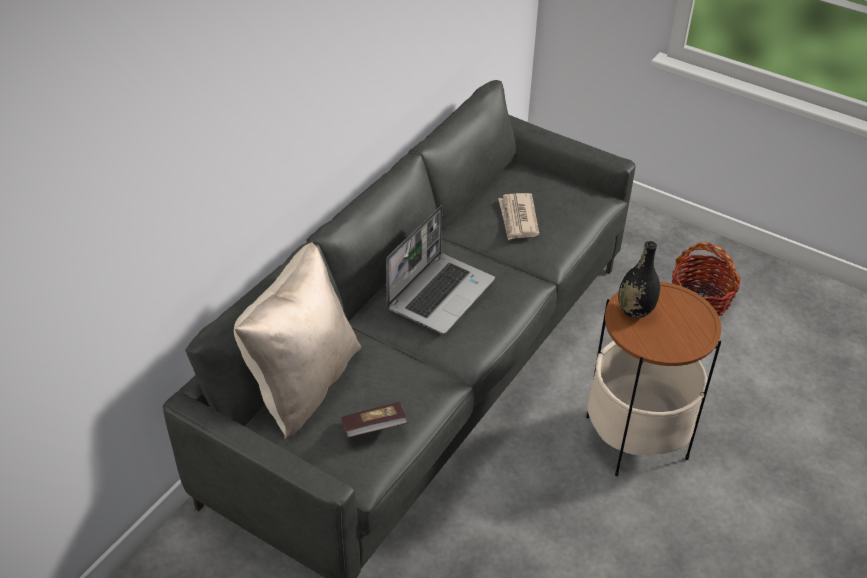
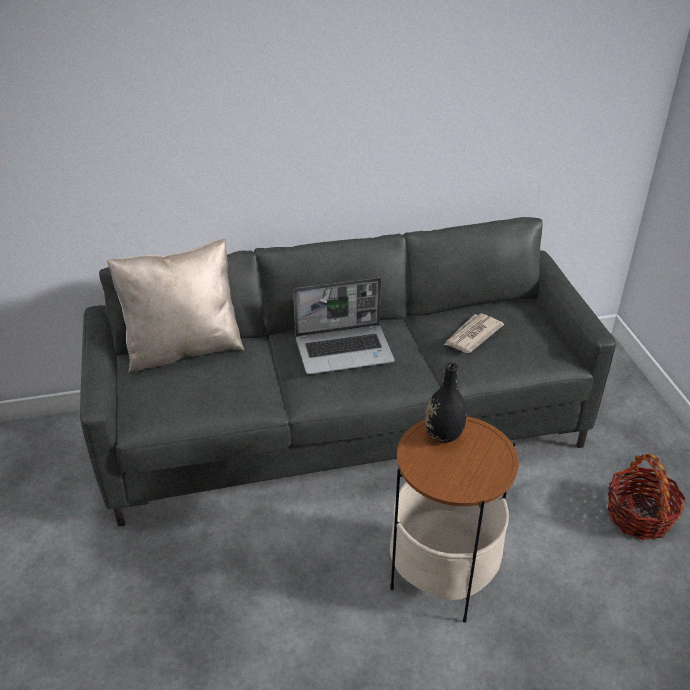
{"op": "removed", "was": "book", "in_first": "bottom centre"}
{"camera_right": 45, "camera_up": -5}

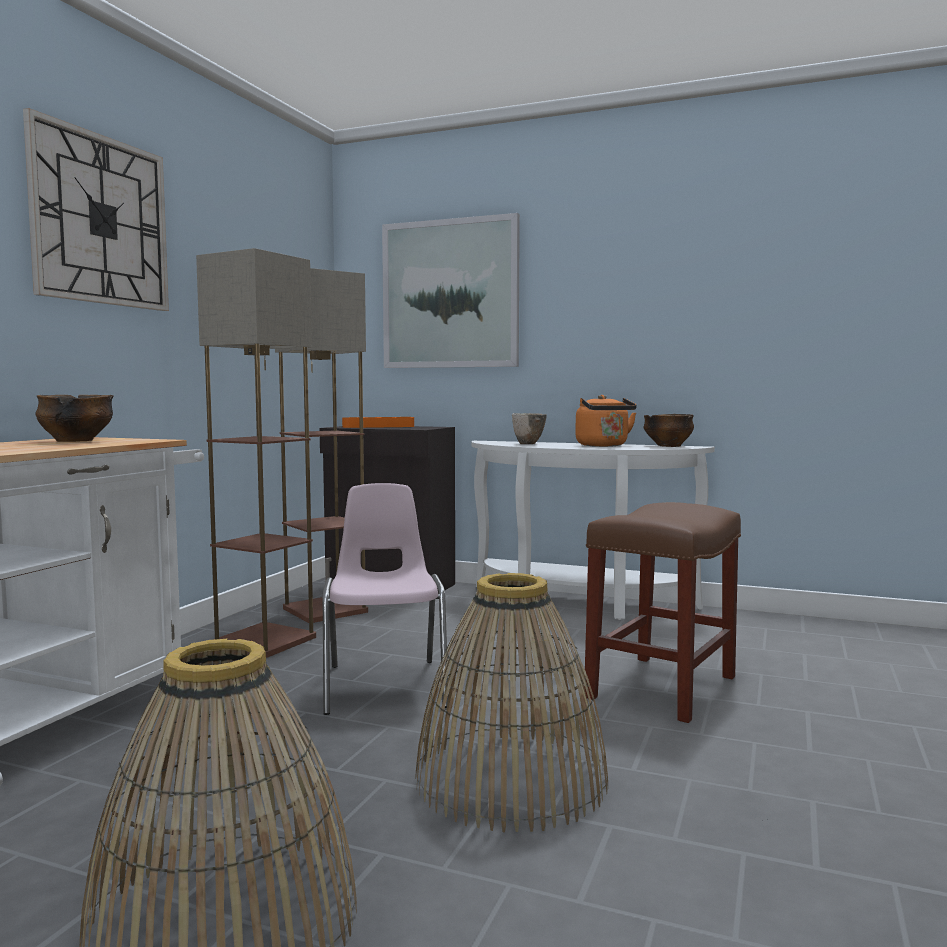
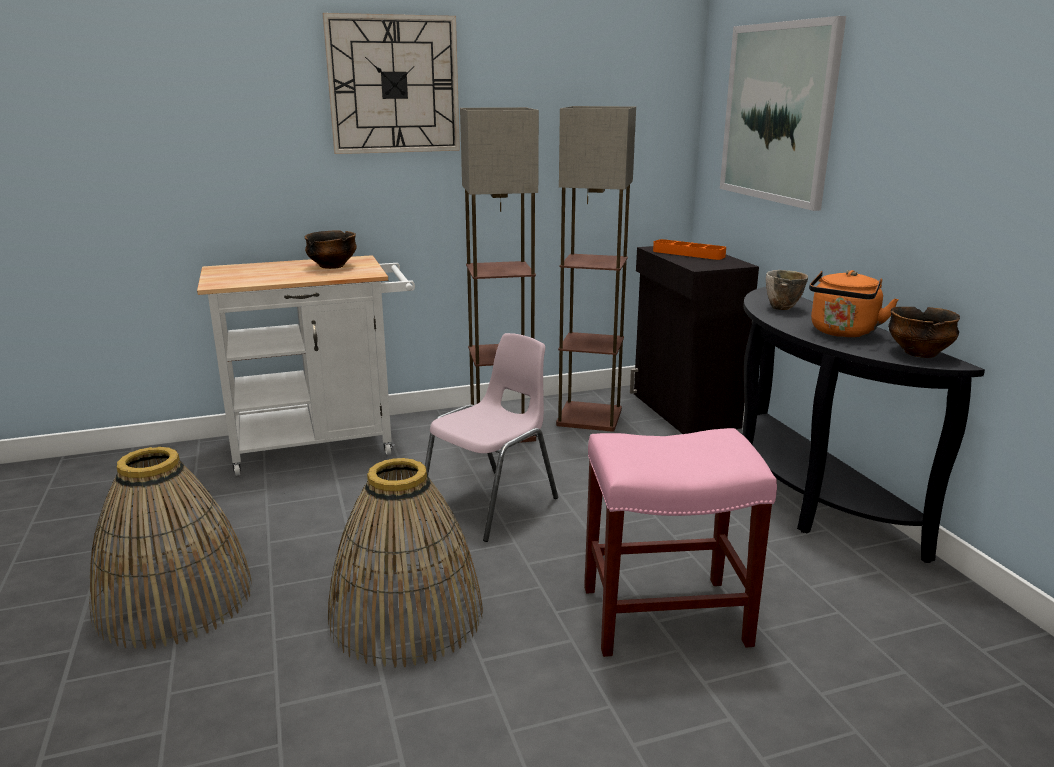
{"op": "recoloured", "was": "white console table", "now": "blackish console table", "in_first": "centre", "in_second": "middle right"}
{"op": "recoloured", "was": "brown stool seat", "now": "pink stool seat", "in_first": "middle right", "in_second": "bottom centre"}
{"camera_right": 50, "camera_up": 15}

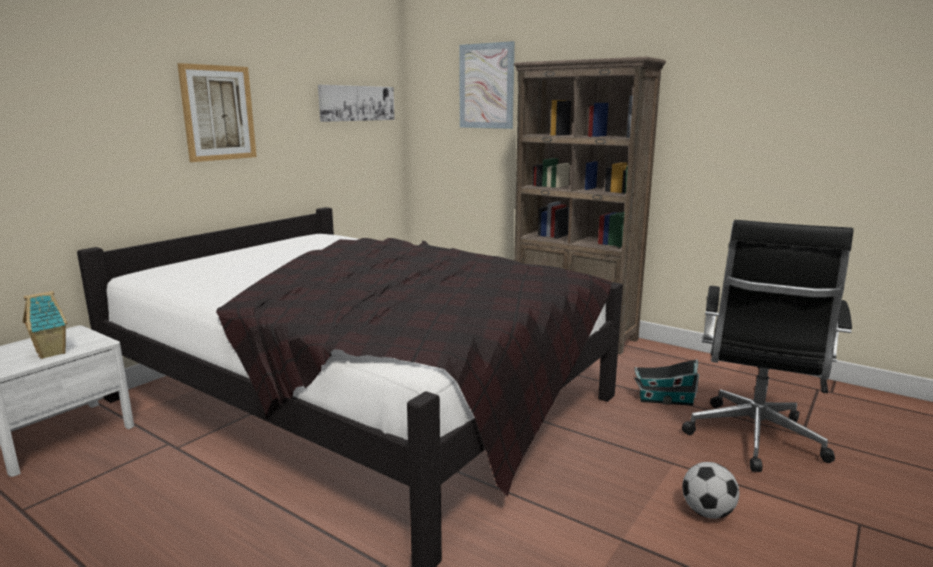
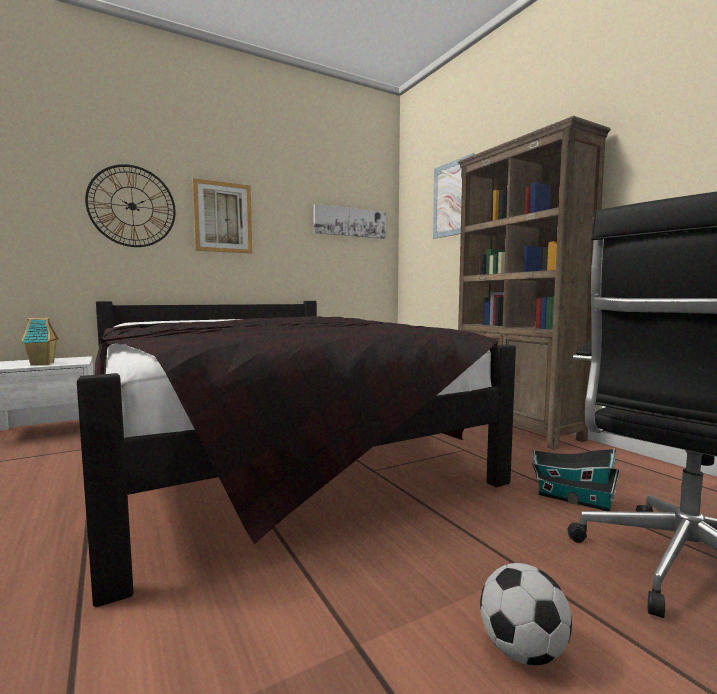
{"op": "added", "now": "clock on the wall", "in_second": "top left"}
{"camera_right": 25, "camera_up": -10}

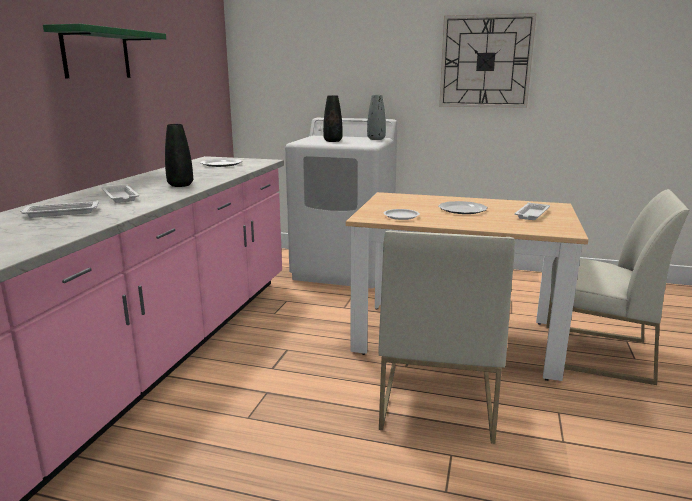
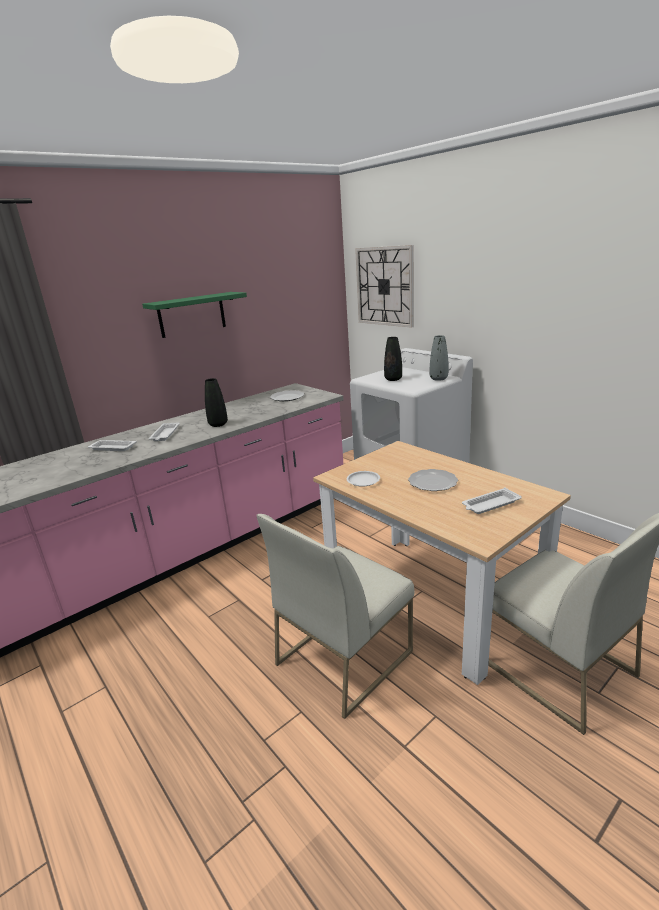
{"op": "moved", "was": "clock on the wall", "in_first": "top right", "in_second": "top centre"}
{"camera_right": 35, "camera_up": 5}

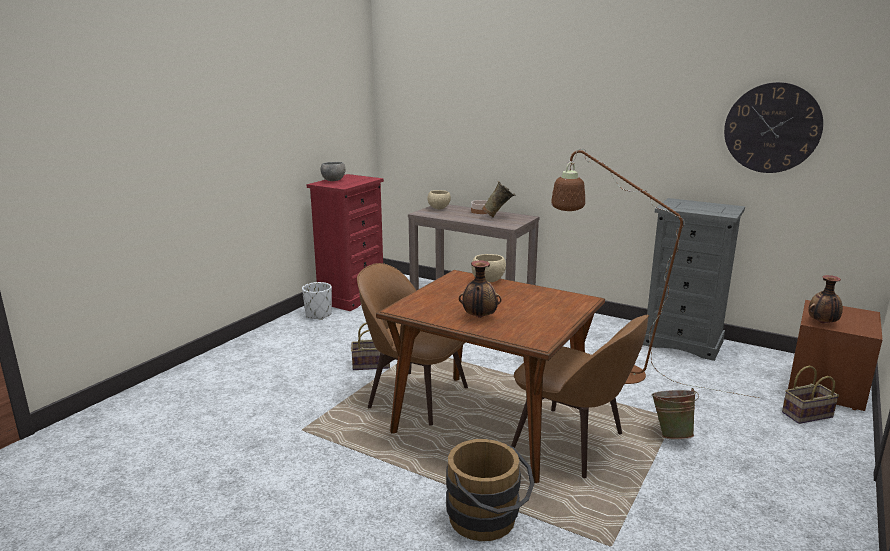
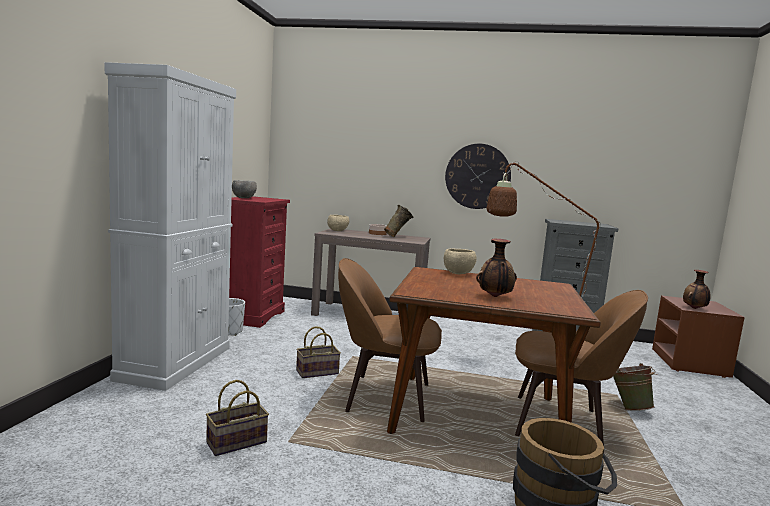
{"op": "moved", "was": "clock on the wall", "in_first": "top right", "in_second": "centre"}
{"op": "moved", "was": "storage basket (2nd from left in the first image)", "now": "storage basket (1st from left)", "in_first": "bottom right", "in_second": "bottom left"}
{"op": "added", "now": "white storage cabinet", "in_second": "middle left"}
{"camera_right": -20, "camera_up": -10}

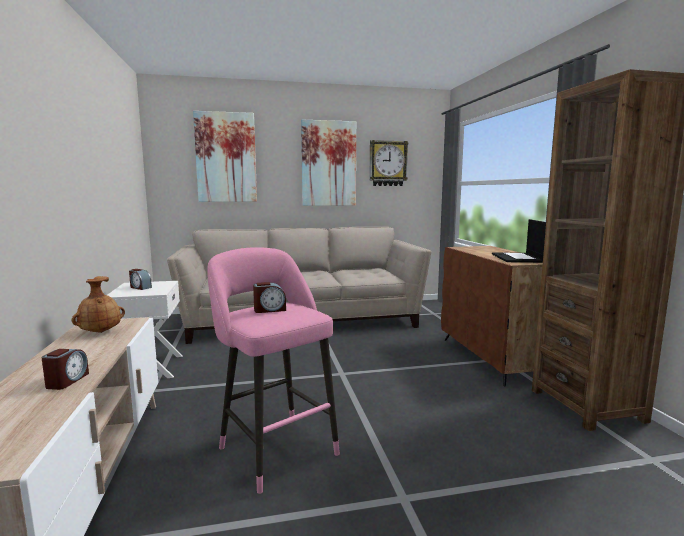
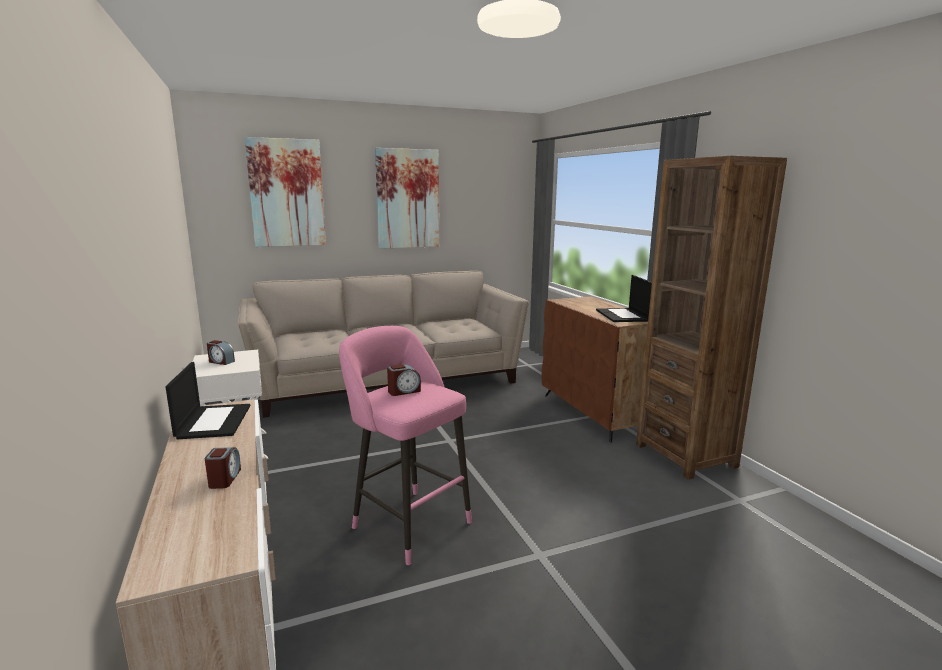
{"op": "removed", "was": "clock on the wall", "in_first": "top centre"}
{"op": "replaced", "was": "brown decorative vase", "now": "portable computer (1st from left)", "in_first": "middle left", "in_second": "middle left"}
{"camera_right": -10, "camera_up": 5}

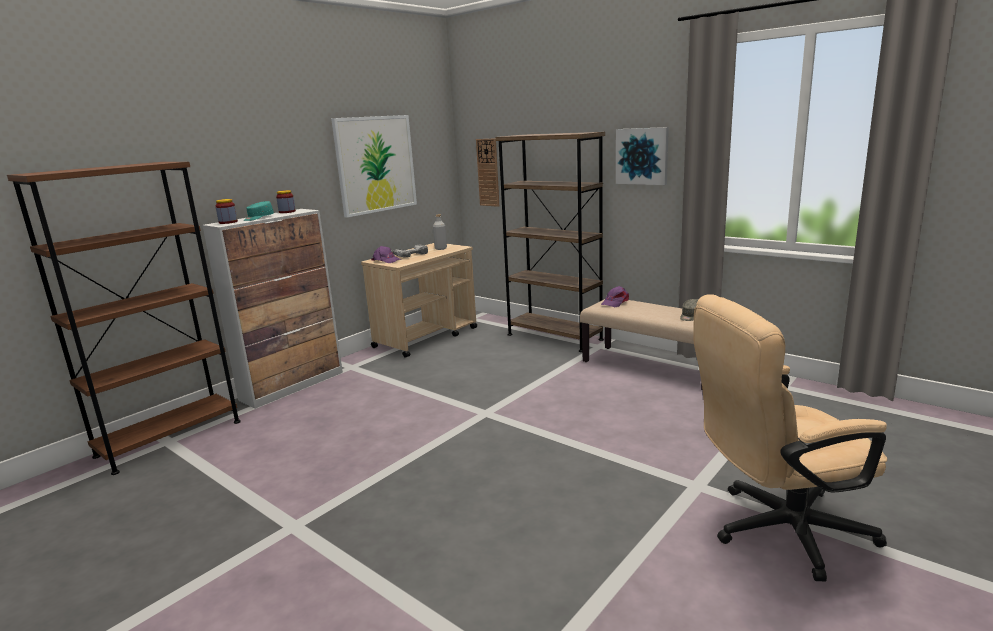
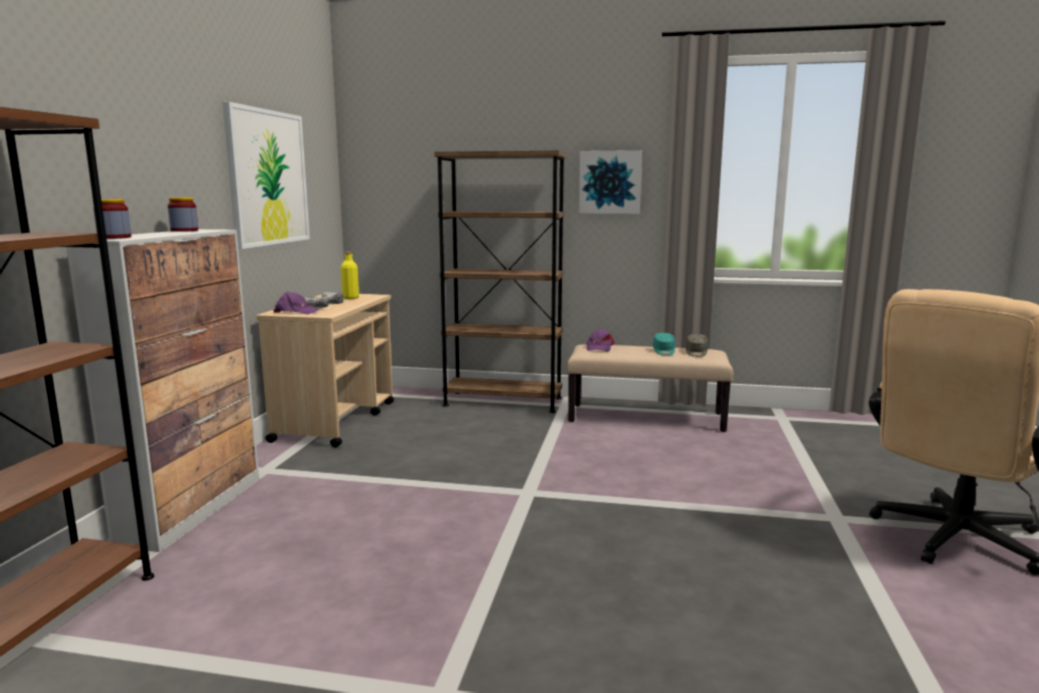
{"op": "removed", "was": "clock on the wall", "in_first": "top centre"}
{"op": "moved", "was": "turquoise-coloured baseball cap", "in_first": "middle left", "in_second": "centre"}
{"op": "recoloured", "was": "greyish beverage bottle", "now": "yellow beverage bottle", "in_first": "centre", "in_second": "centre"}
{"camera_right": -30, "camera_up": -5}

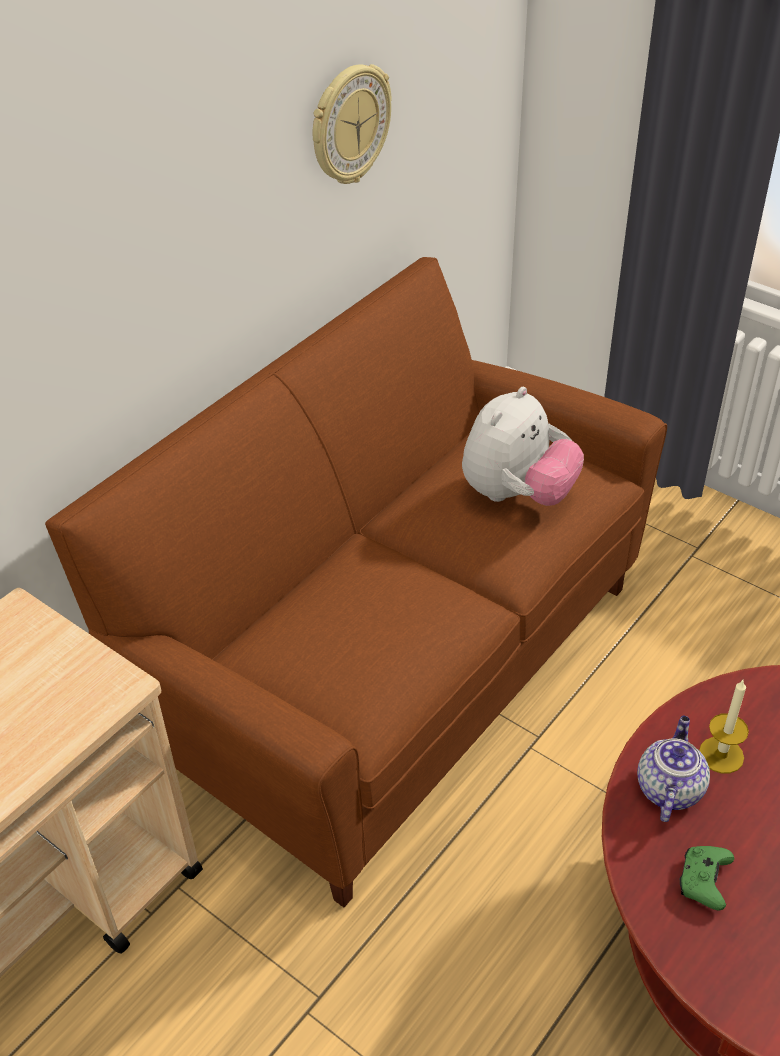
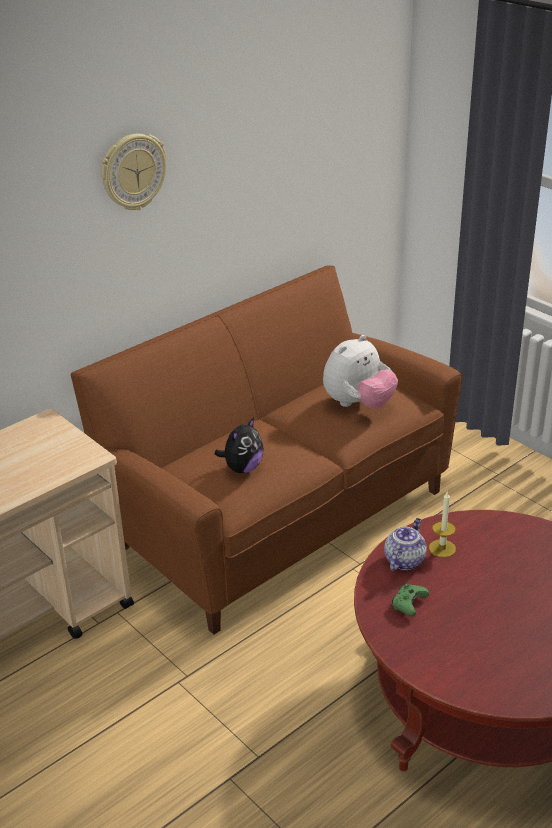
{"op": "moved", "was": "clock on the wall", "in_first": "top centre", "in_second": "top left"}
{"op": "added", "now": "soft toy (1st from left)", "in_second": "centre"}
{"camera_right": 10, "camera_up": -10}

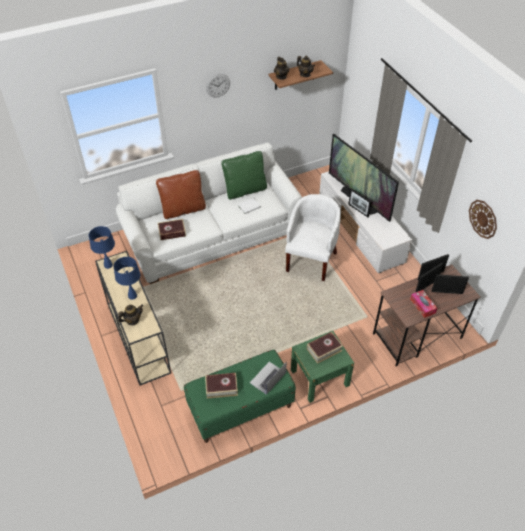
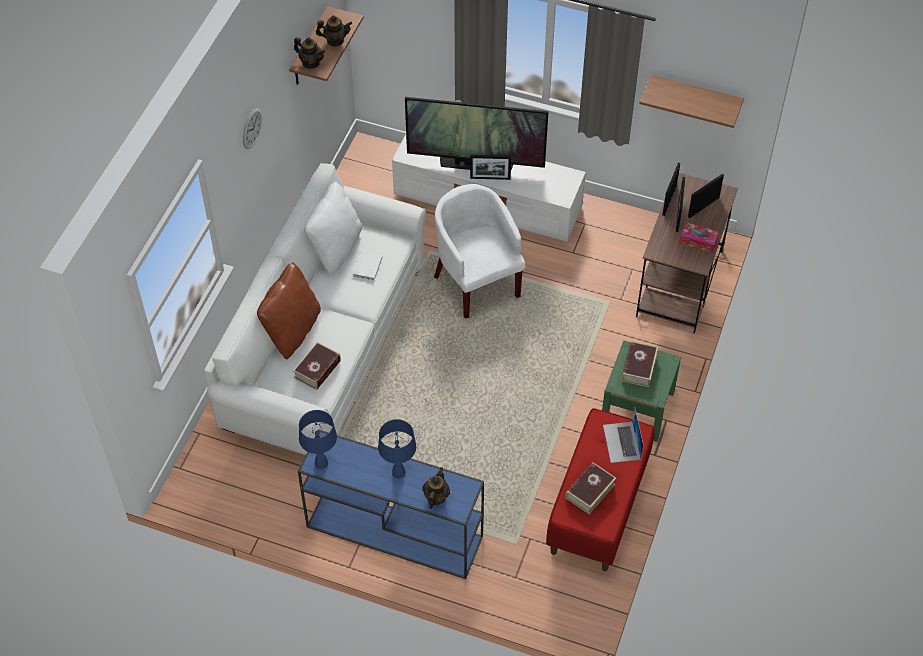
{"op": "recoloured", "was": "greenish pillow", "now": "white pillow", "in_first": "top centre", "in_second": "centre"}
{"op": "replaced", "was": "clock on the wall (2nd from left)", "now": "wall shelf (2nd from left)", "in_first": "middle right", "in_second": "top right"}
{"op": "recoloured", "was": "beige-coloured console table", "now": "blue console table", "in_first": "middle left", "in_second": "bottom centre"}
{"op": "recoloured", "was": "greenish indoor bench", "now": "reddish indoor bench", "in_first": "bottom centre", "in_second": "bottom centre"}
{"camera_right": -45, "camera_up": 5}

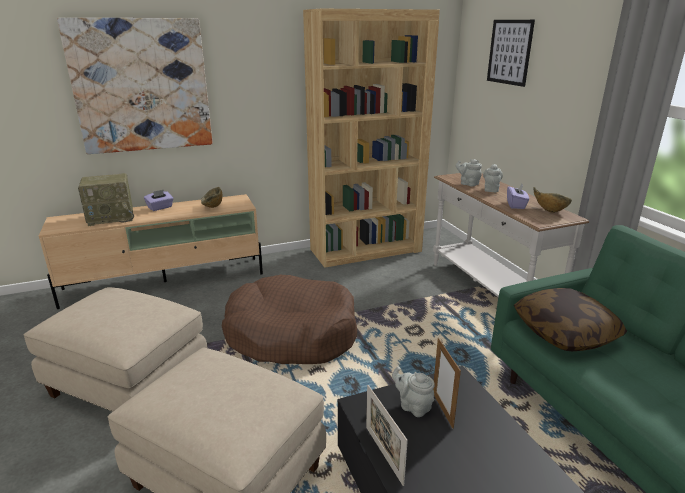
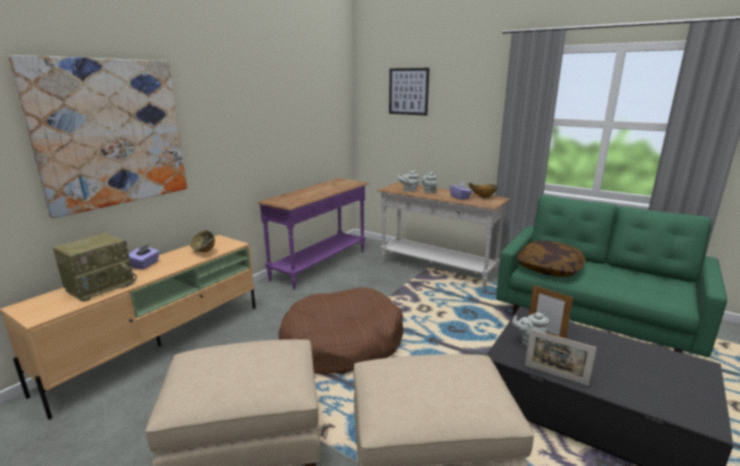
{"op": "replaced", "was": "brown bookcase", "now": "purple-coloured console table", "in_first": "top centre", "in_second": "centre"}
{"camera_right": -35, "camera_up": -5}

